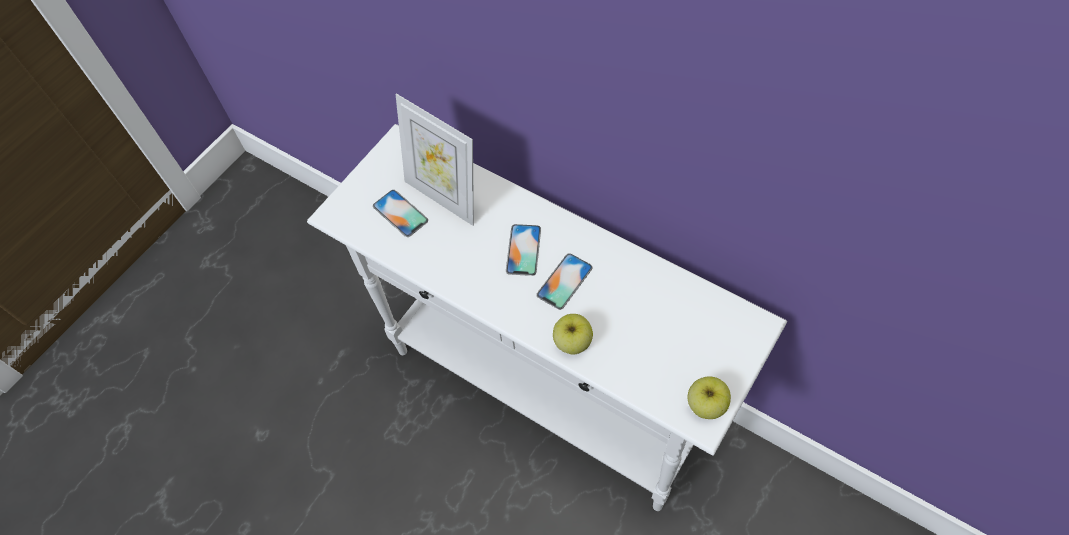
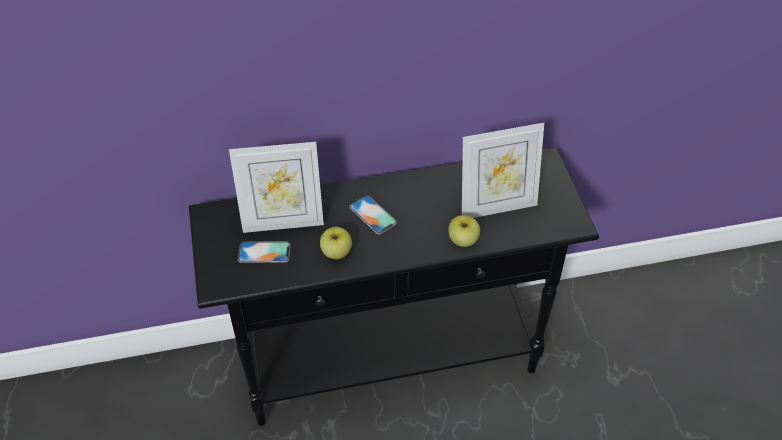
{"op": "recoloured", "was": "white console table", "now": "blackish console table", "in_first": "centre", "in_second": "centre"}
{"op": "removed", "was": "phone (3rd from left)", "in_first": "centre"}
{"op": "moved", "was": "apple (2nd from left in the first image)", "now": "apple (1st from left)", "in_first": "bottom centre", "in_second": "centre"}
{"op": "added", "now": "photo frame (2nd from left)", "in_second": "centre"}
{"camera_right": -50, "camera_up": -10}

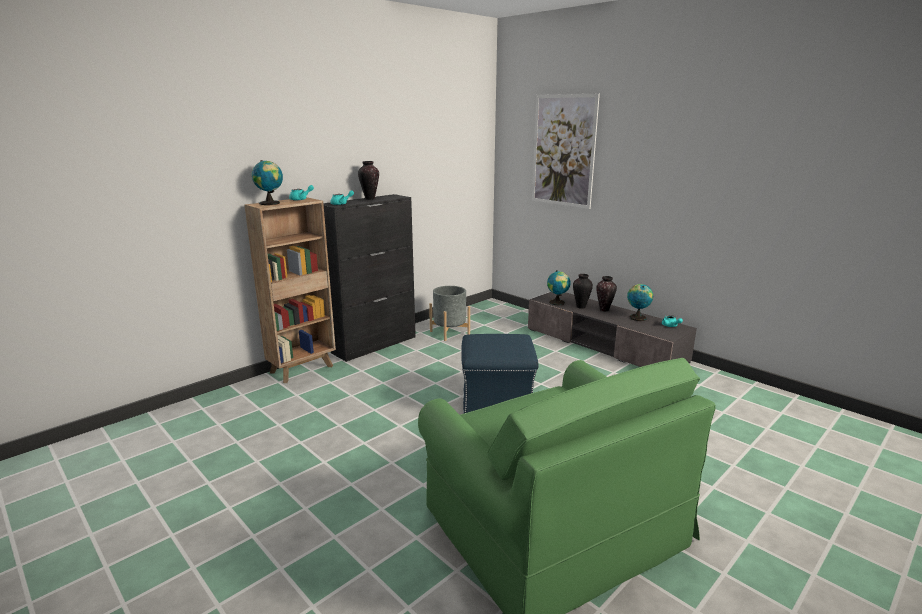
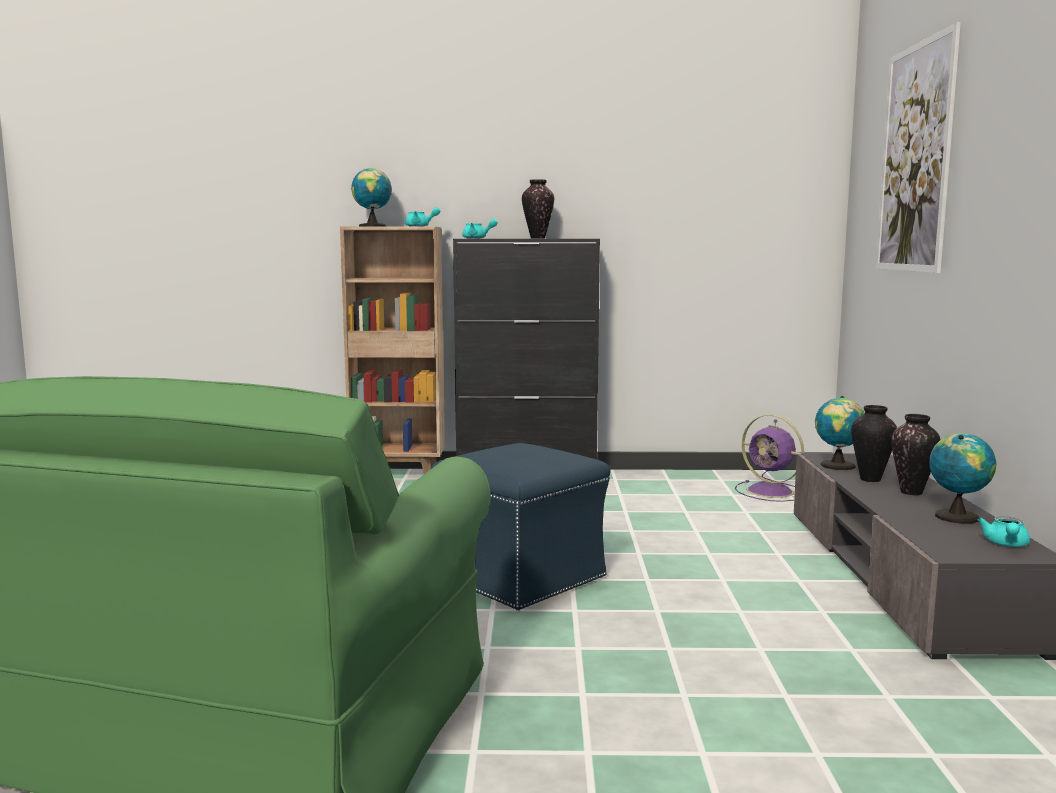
{"op": "removed", "was": "greyish flower pot", "in_first": "centre"}
{"op": "added", "now": "purple-coloured electric fan", "in_second": "middle right"}
{"camera_right": 45, "camera_up": -10}

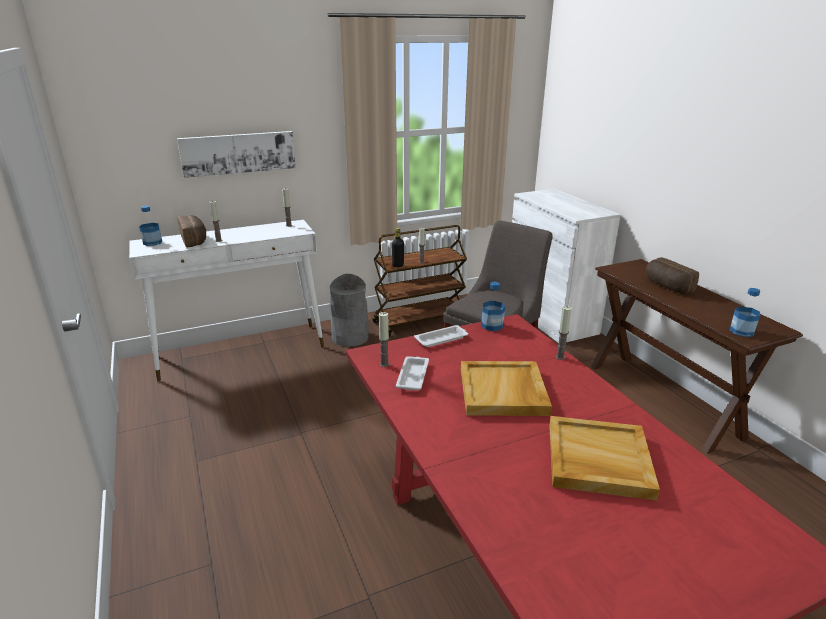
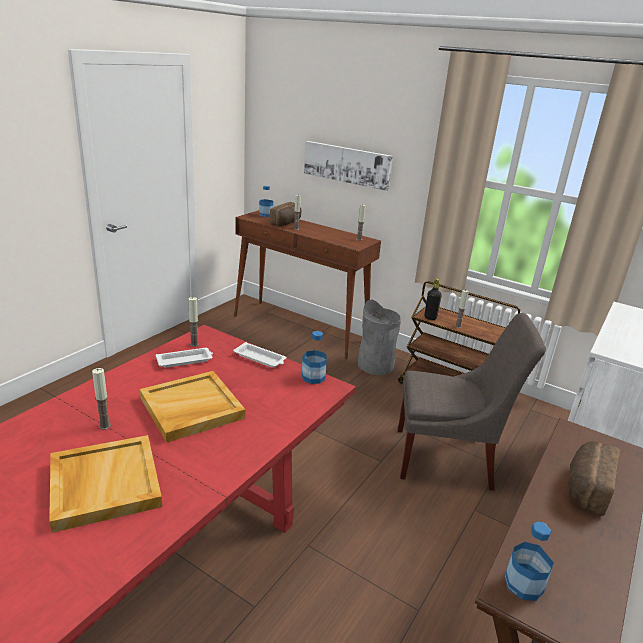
{"op": "recoloured", "was": "white console table", "now": "brown console table (1st from left)", "in_first": "middle left", "in_second": "centre"}
{"op": "moved", "was": "wax light (5th from left in the first image)", "now": "wax light (1st from left)", "in_first": "middle right", "in_second": "middle left"}
{"camera_right": 55, "camera_up": 0}

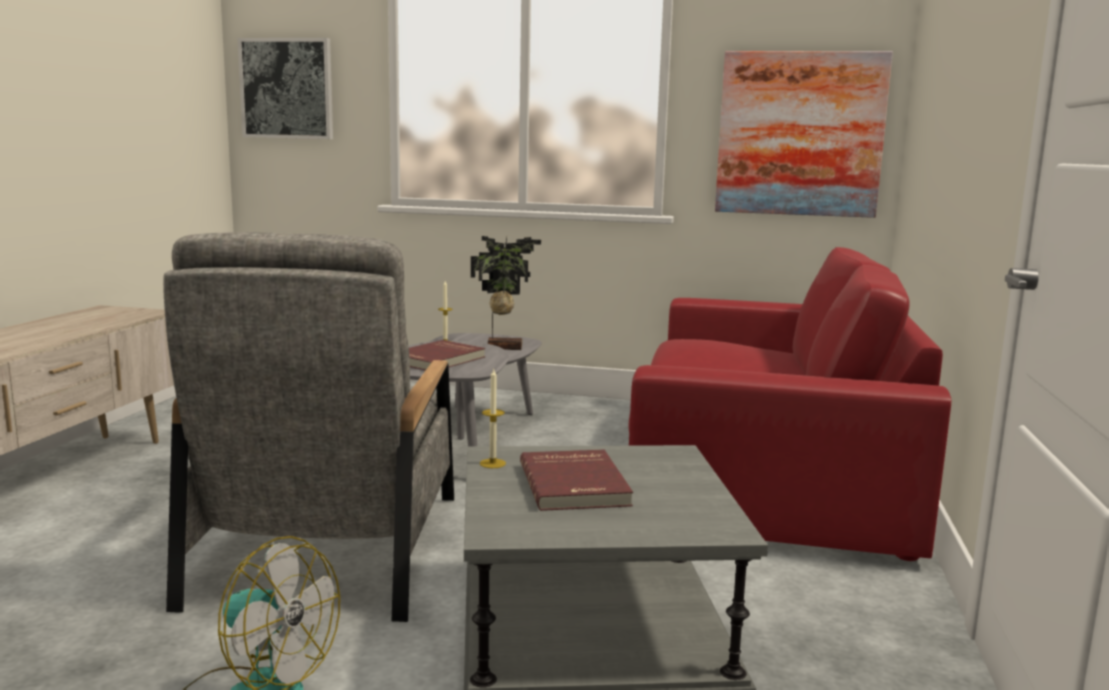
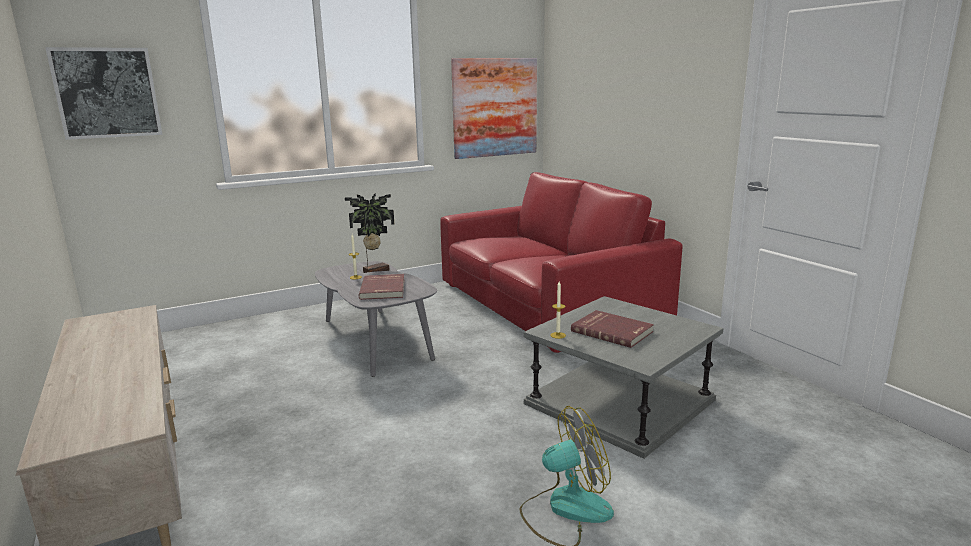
{"op": "removed", "was": "greyish easy chair", "in_first": "middle left"}
{"camera_right": -40, "camera_up": 5}

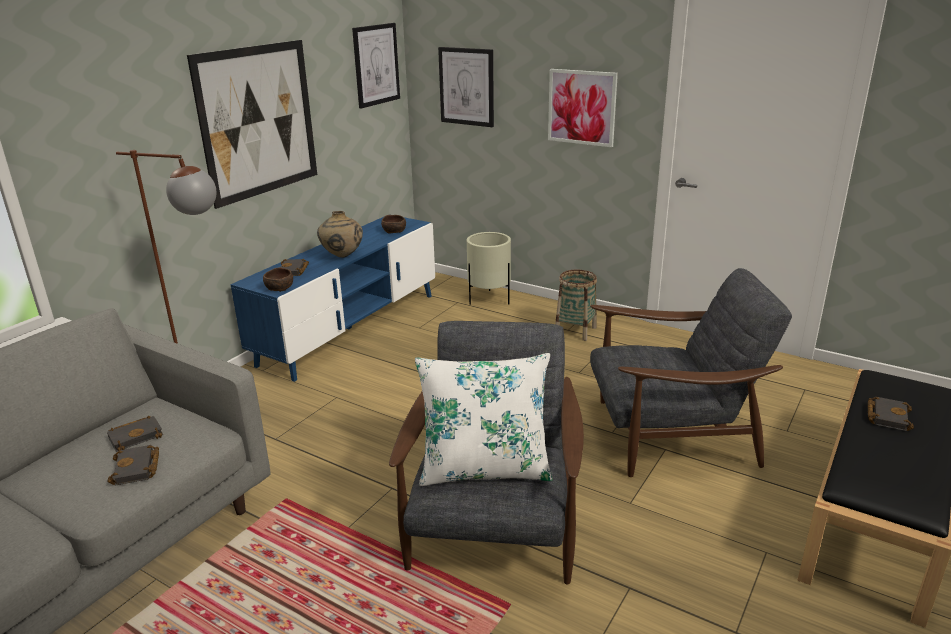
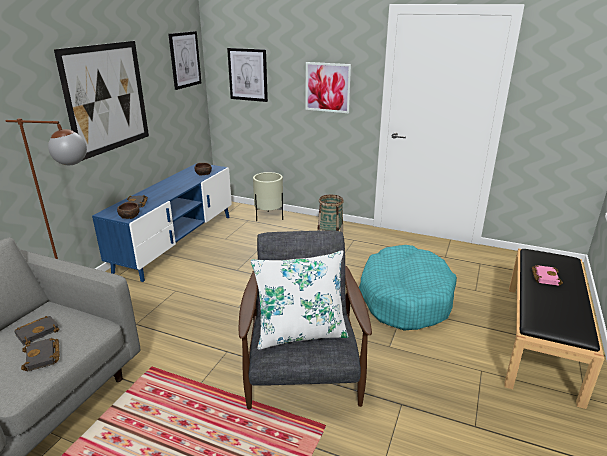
{"op": "removed", "was": "beige-coloured decorative vase", "in_first": "centre"}
{"op": "replaced", "was": "greyish easy chair (2nd from left)", "now": "turquoise-coloured dog cushion", "in_first": "middle right", "in_second": "middle right"}
{"op": "recoloured", "was": "blackish book (4th from left)", "now": "pink book", "in_first": "middle right", "in_second": "middle right"}
{"camera_right": -10, "camera_up": 0}

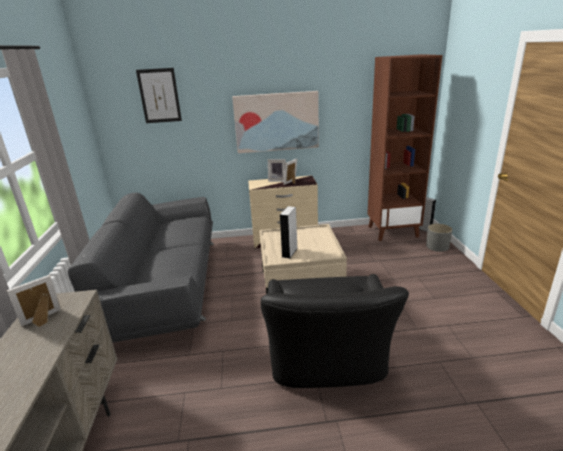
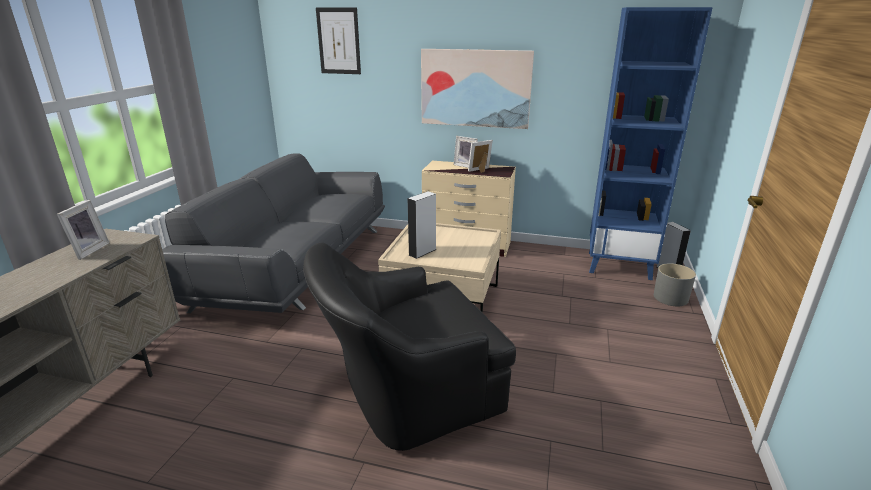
{"op": "recoloured", "was": "brown bookcase", "now": "blue bookcase", "in_first": "top right", "in_second": "top right"}
{"op": "turned", "was": "blackish easy chair", "in_first": "bottom centre", "in_second": "bottom centre", "clockwise": 45}
{"op": "turned", "was": "photo frame (1st from left)", "in_first": "bottom left", "in_second": "middle left", "clockwise": 120}
{"camera_right": 20, "camera_up": 0}

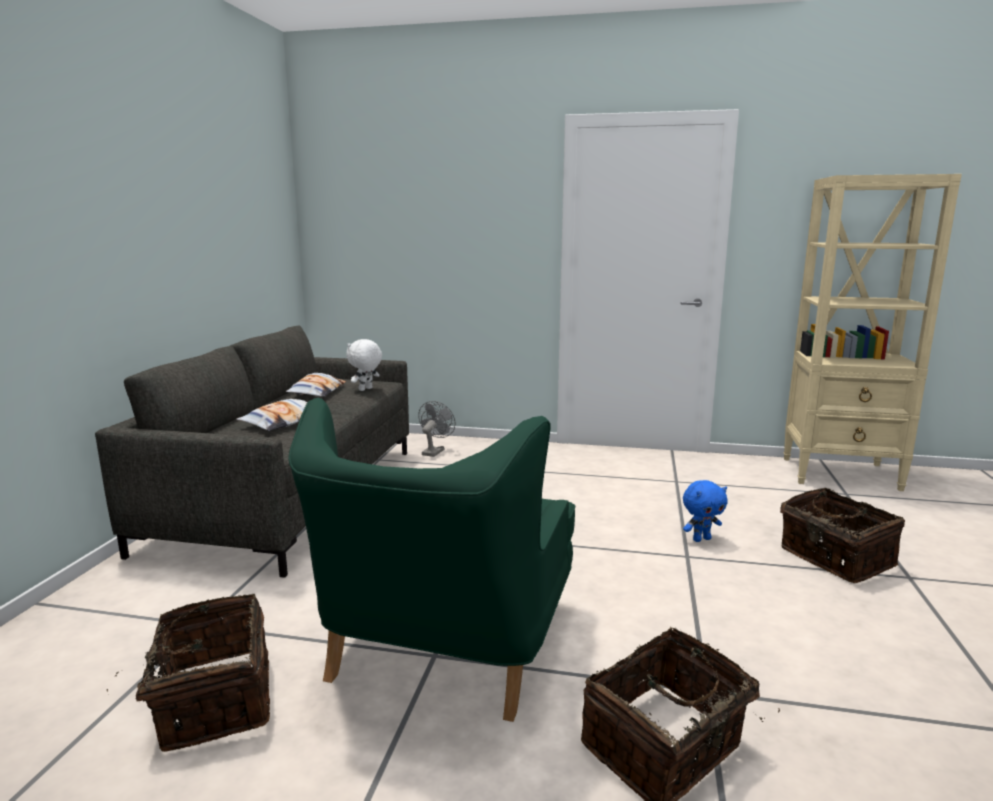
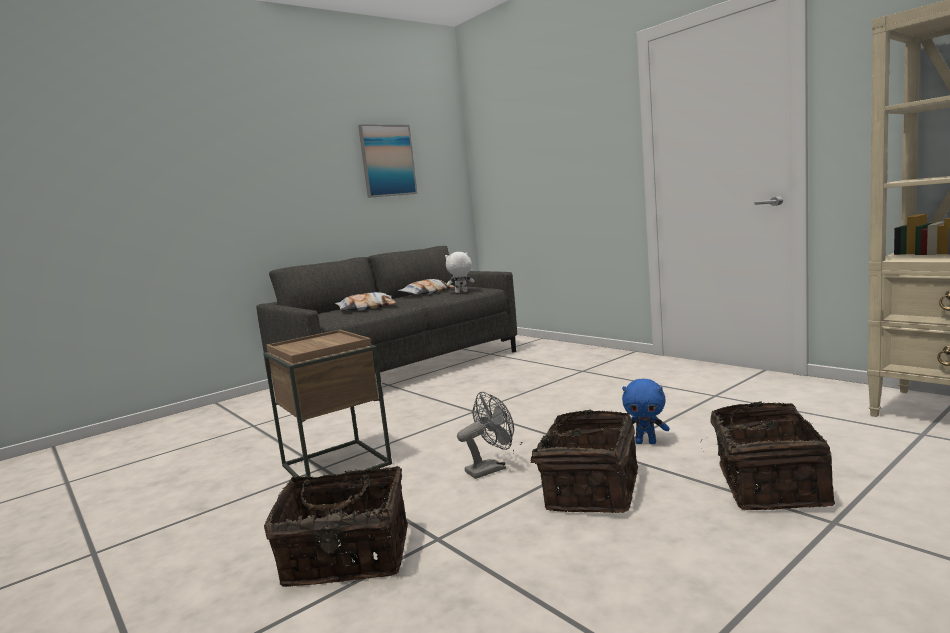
{"op": "replaced", "was": "greenish easy chair", "now": "brown accent table", "in_first": "bottom centre", "in_second": "centre"}
{"op": "moved", "was": "greyish electric fan", "in_first": "centre", "in_second": "bottom centre"}
{"op": "moved", "was": "storage basket (1st from left in the first image)", "now": "storage basket (2nd from left)", "in_first": "bottom left", "in_second": "bottom centre"}
{"op": "added", "now": "picture", "in_second": "top centre"}
{"camera_right": 40, "camera_up": -5}

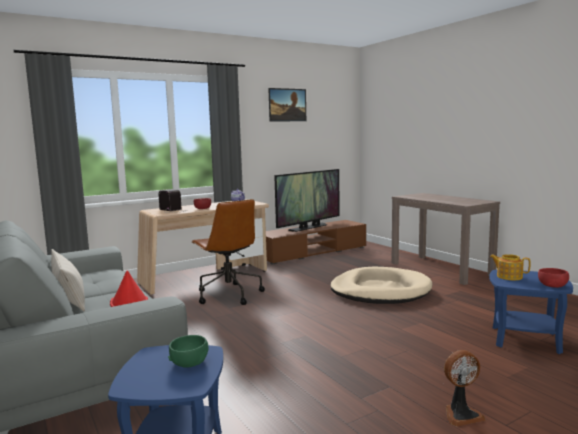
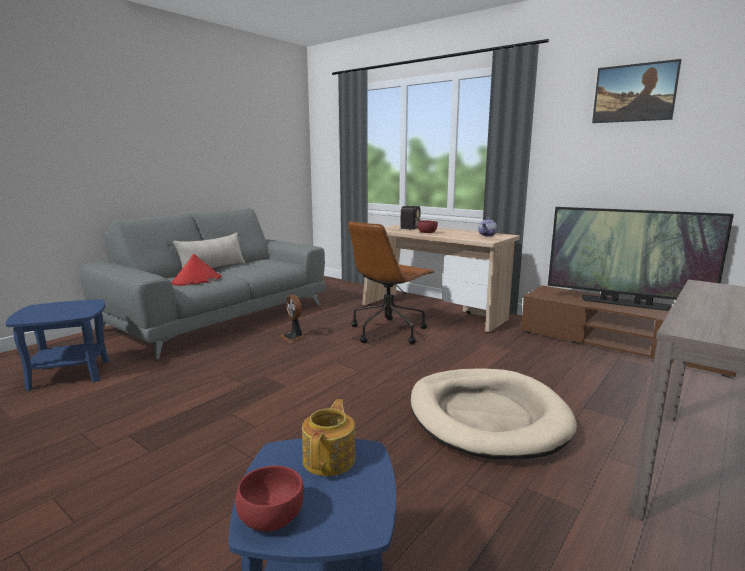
{"op": "removed", "was": "greenish bowl", "in_first": "bottom left"}
{"op": "moved", "was": "electric fan", "in_first": "bottom right", "in_second": "centre"}
{"camera_right": 70, "camera_up": 5}

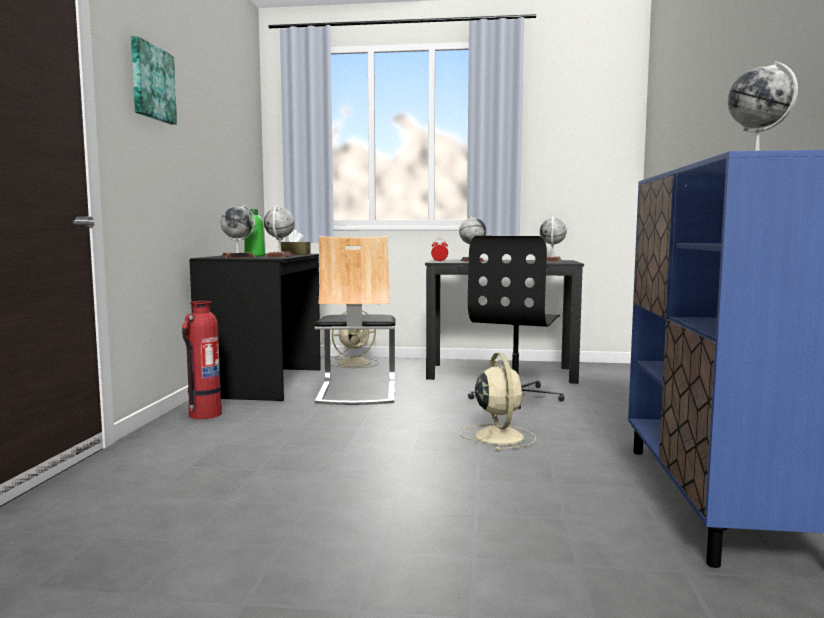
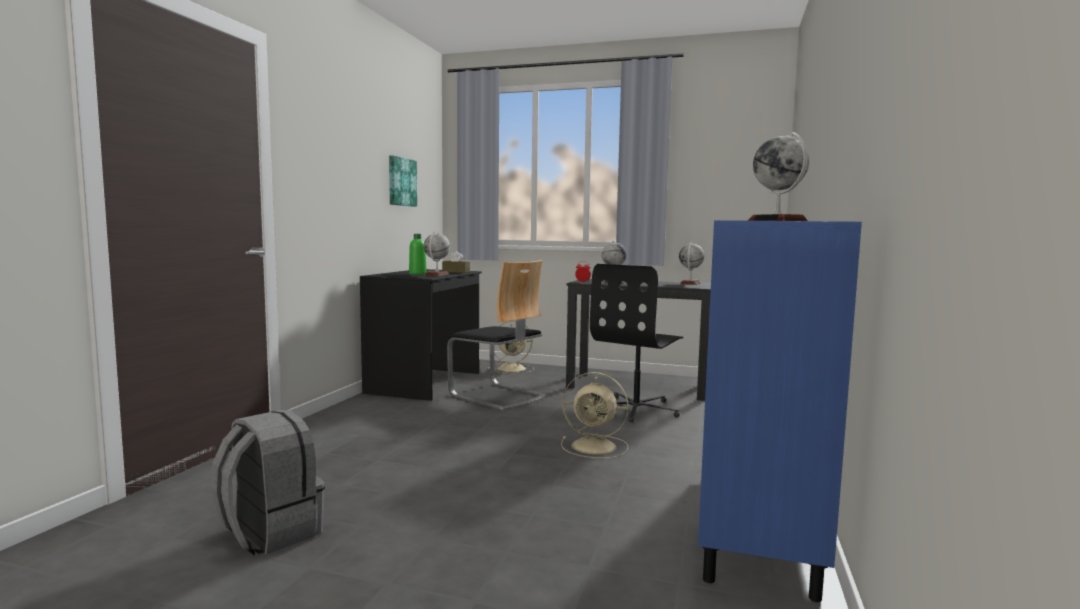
{"op": "moved", "was": "picture", "in_first": "top left", "in_second": "top centre"}
{"op": "removed", "was": "globe (1st from left)", "in_first": "middle left"}
{"op": "turned", "was": "upright chair", "in_first": "centre", "in_second": "centre", "clockwise": -60}
{"op": "removed", "was": "fire extinguisher", "in_first": "middle left"}
{"op": "turned", "was": "beige-coloured electric fan (2nd from left)", "in_first": "centre", "in_second": "bottom centre", "clockwise": 105}
{"op": "added", "now": "greyish backpack", "in_second": "bottom left"}
{"camera_right": 10, "camera_up": 0}

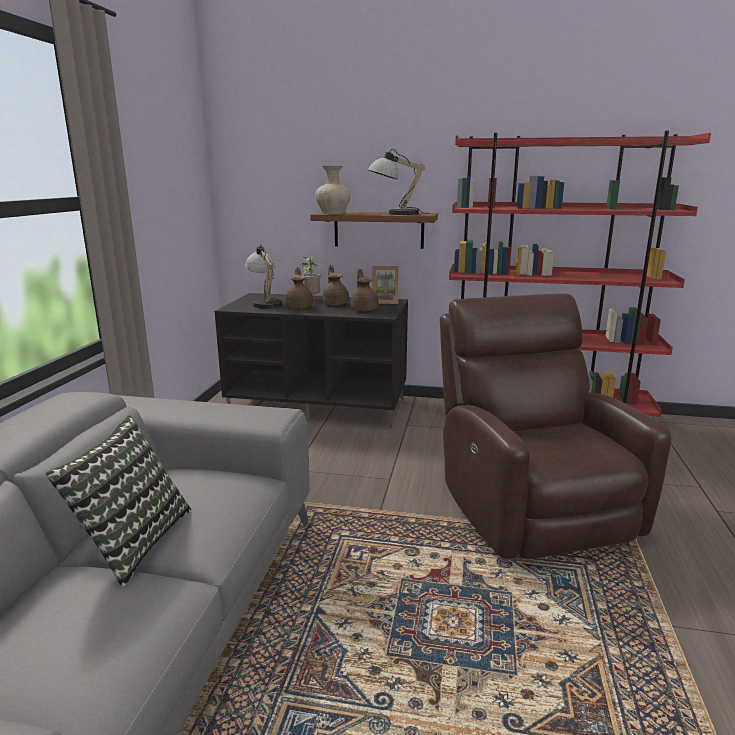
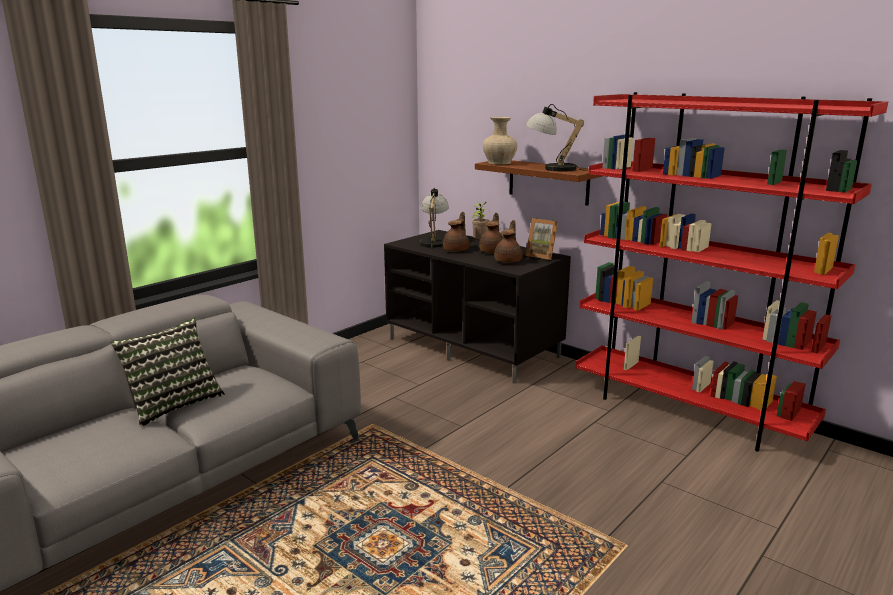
{"op": "removed", "was": "brown easy chair", "in_first": "middle right"}
{"camera_right": 30, "camera_up": 0}

